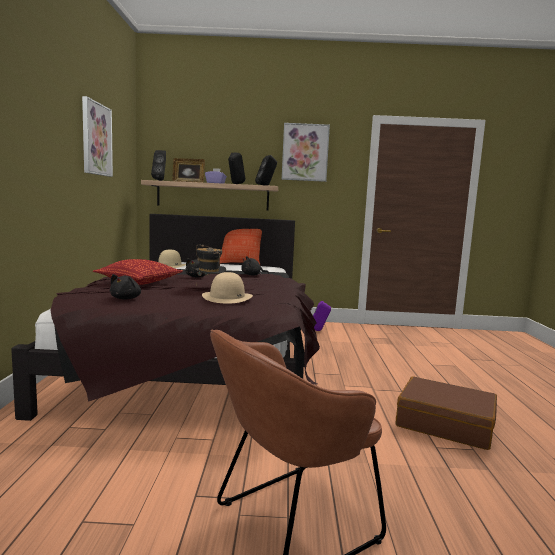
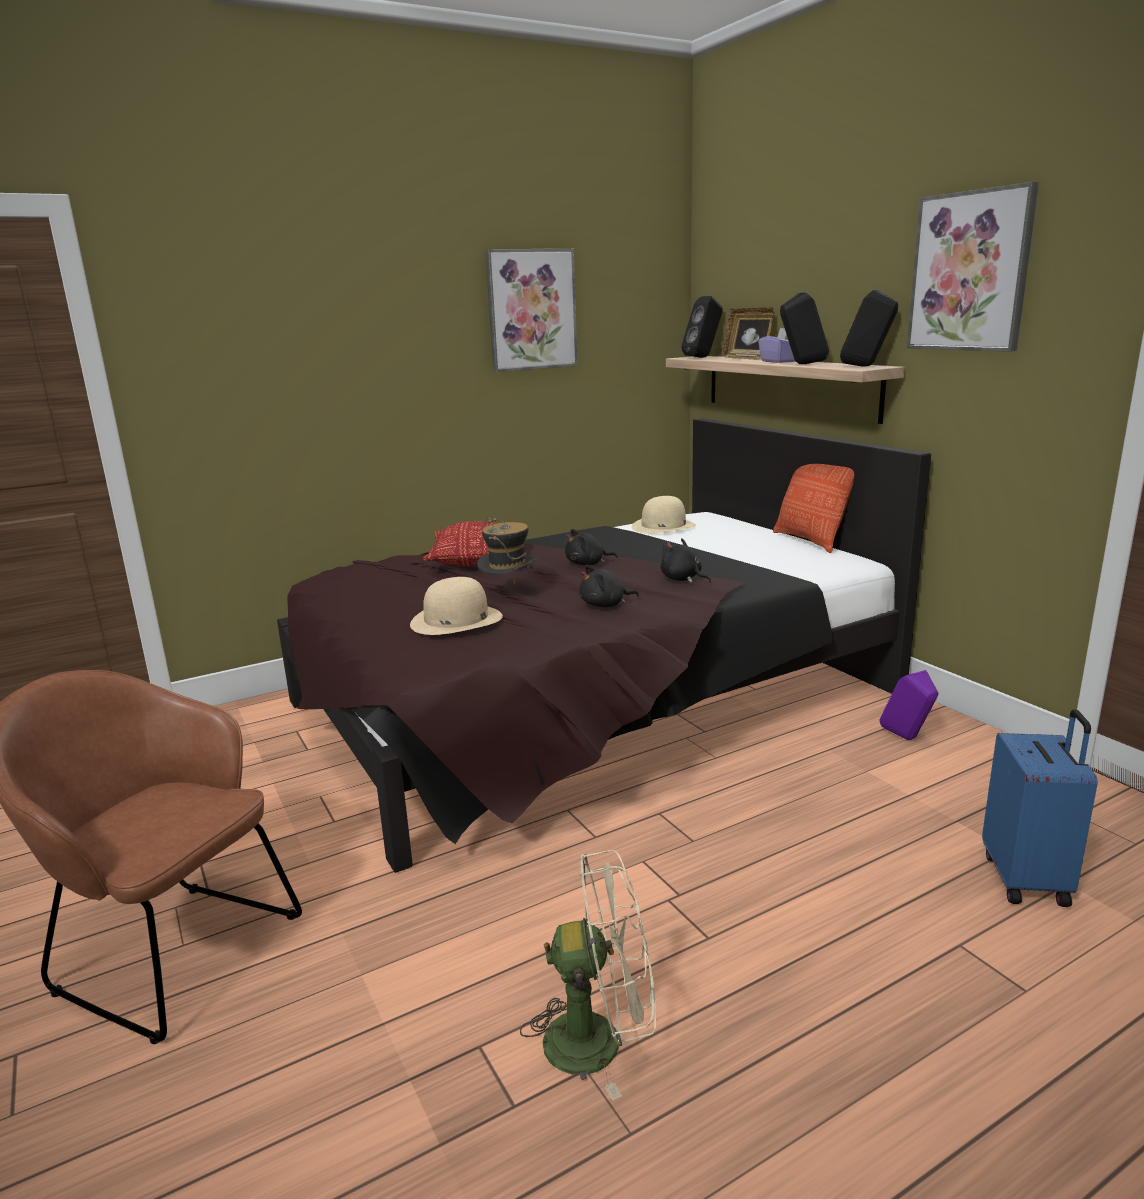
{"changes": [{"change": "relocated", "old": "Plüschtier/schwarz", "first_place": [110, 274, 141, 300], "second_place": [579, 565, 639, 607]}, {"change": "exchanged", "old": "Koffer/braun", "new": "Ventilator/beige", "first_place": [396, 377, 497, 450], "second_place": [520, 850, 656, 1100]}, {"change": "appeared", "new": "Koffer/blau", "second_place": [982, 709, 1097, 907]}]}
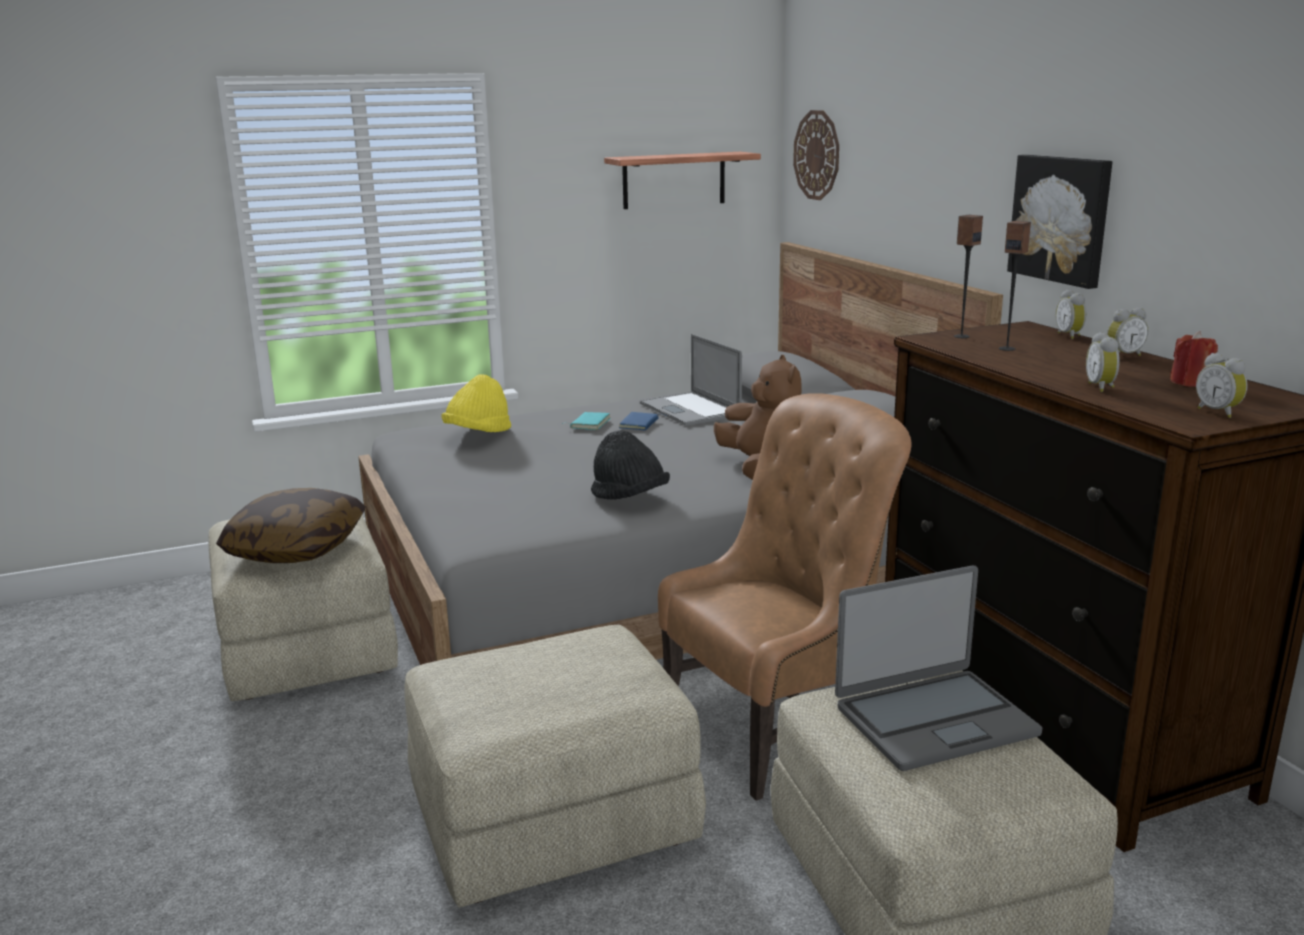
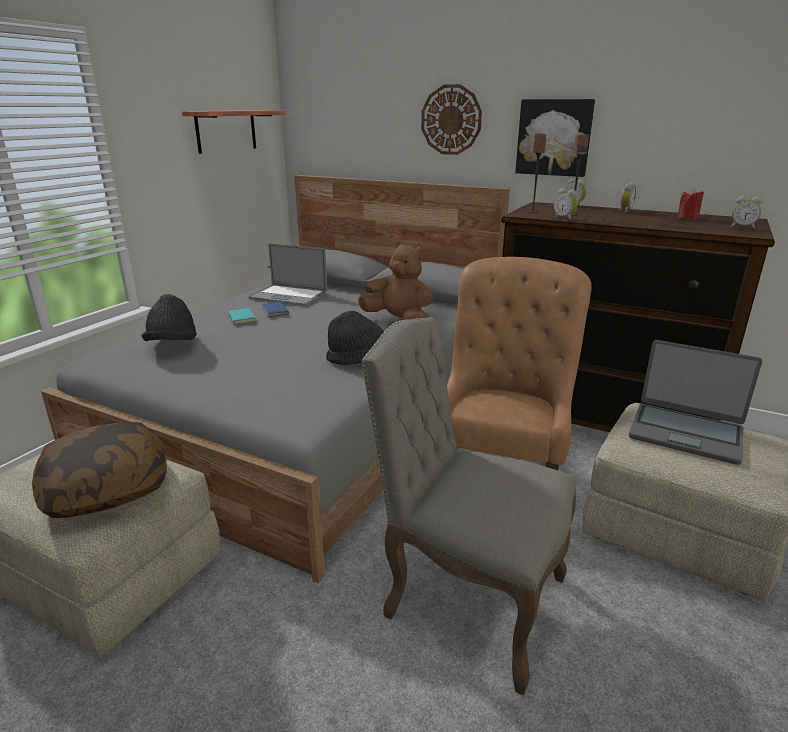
{"changes": [{"change": "exchanged", "old": "Polsterhocker/beige", "new": "Stuhl/grau", "first_place": [405, 625, 706, 908], "second_place": [362, 317, 577, 695]}, {"change": "colour", "old": "Hut/gelb", "new": "Hut/schwarz", "first_place": [441, 374, 511, 432], "second_place": [142, 294, 197, 341]}, {"change": "relocated", "old": "Wanduhr", "first_place": [793, 110, 839, 200], "second_place": [421, 84, 482, 155]}, {"change": "spun", "old": "Laptop", "first_place": [835, 566, 1043, 771], "second_place": [629, 340, 762, 465], "degrees": 90}, {"change": "relocated", "old": "Wecker", "first_place": [1086, 332, 1120, 392], "second_place": [554, 188, 578, 220]}]}
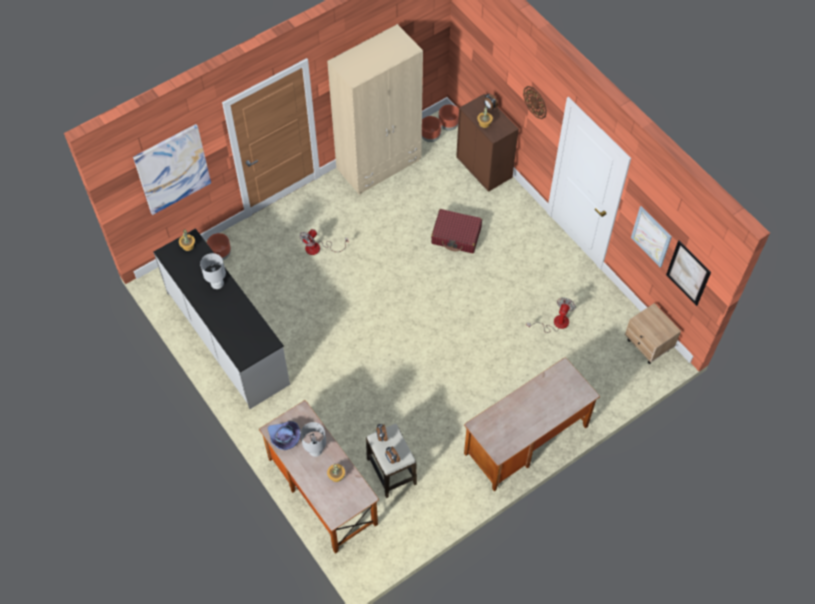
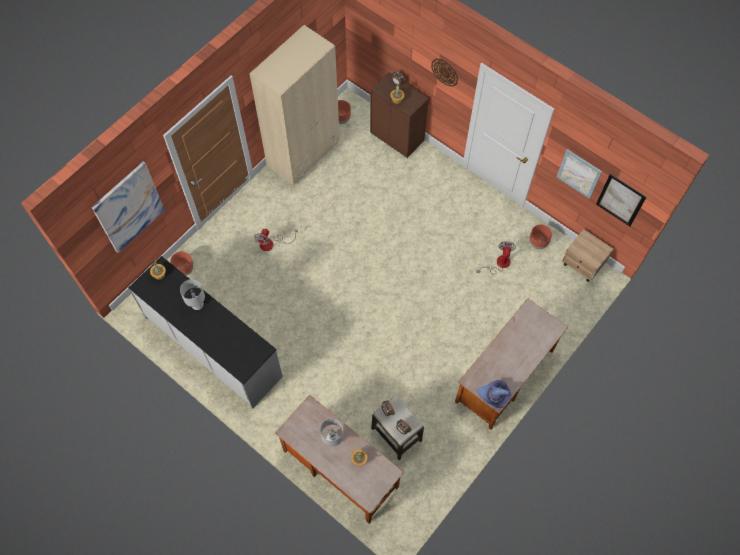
{"changes": [{"change": "relocated", "old": "Hut/lila", "first_place": [268, 421, 301, 450], "second_place": [477, 380, 511, 408]}, {"change": "missing", "old": "Koffer/rot", "first_place": [431, 209, 482, 253]}, {"change": "relocated", "old": "Pflanzkübel/braun", "first_place": [439, 105, 459, 131], "second_place": [529, 225, 552, 249]}]}
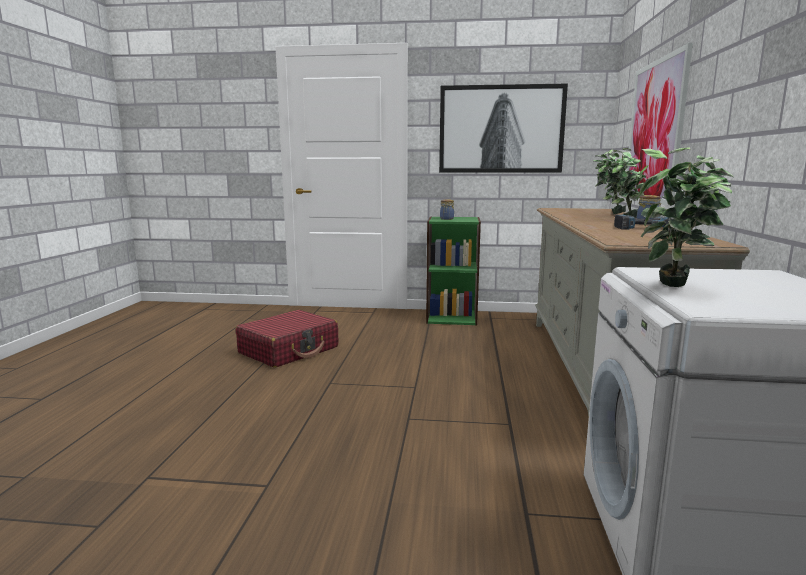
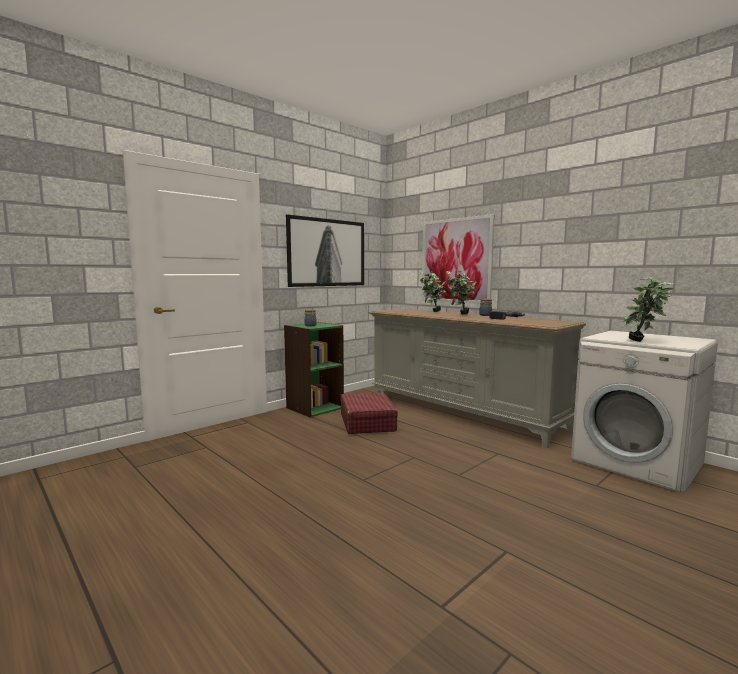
{"changes": [{"change": "relocated", "old": "Koffer/rot", "first_place": [235, 310, 338, 368], "second_place": [340, 392, 398, 434]}]}
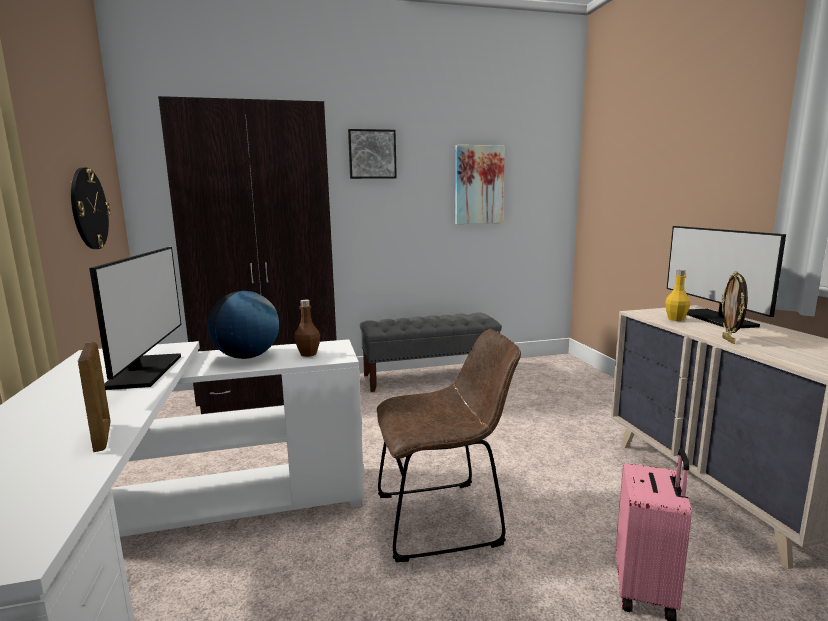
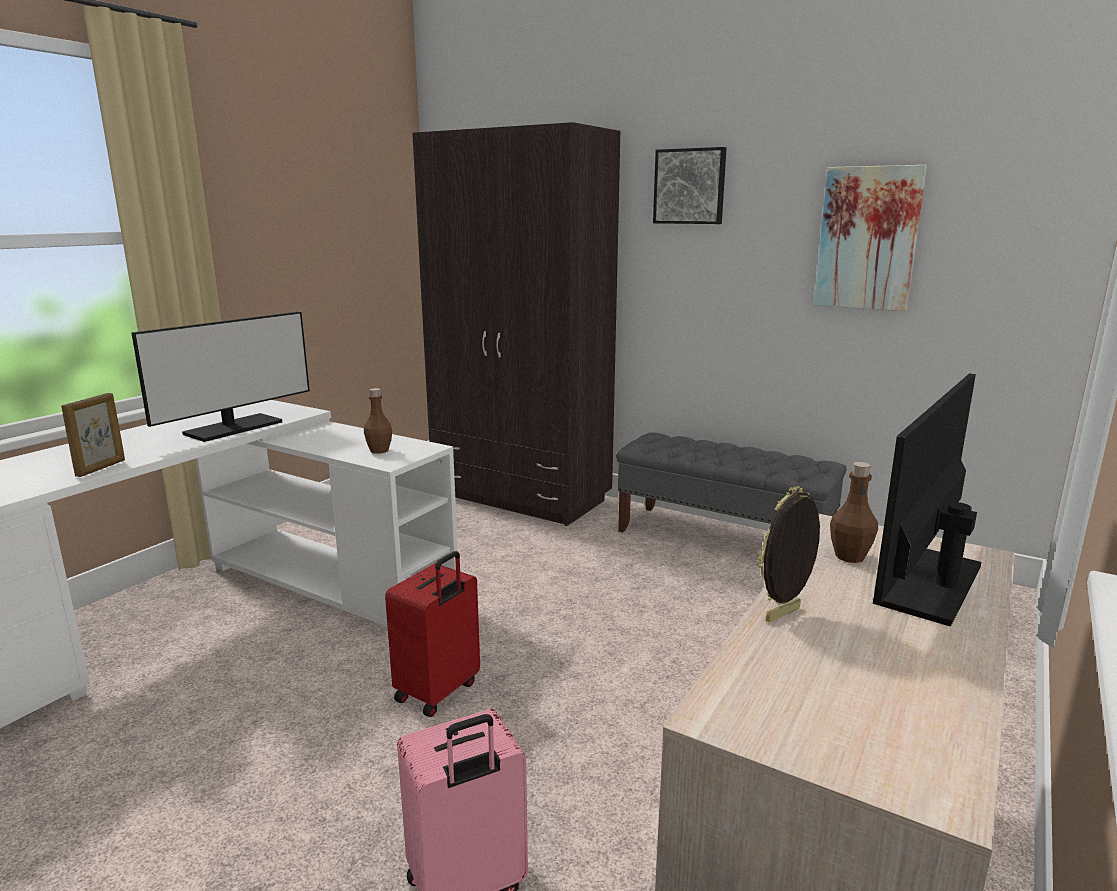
{"changes": [{"change": "missing", "old": "Wanduhr", "first_place": [71, 167, 111, 249]}, {"change": "missing", "old": "Globus", "first_place": [208, 291, 279, 359]}, {"change": "exchanged", "old": "Stuhl/braun", "new": "Koffer/rot", "first_place": [377, 329, 521, 562], "second_place": [385, 551, 480, 717]}, {"change": "colour", "old": "Flasche/gelb", "new": "Flasche/braun", "first_place": [665, 270, 690, 321], "second_place": [830, 462, 878, 563]}]}
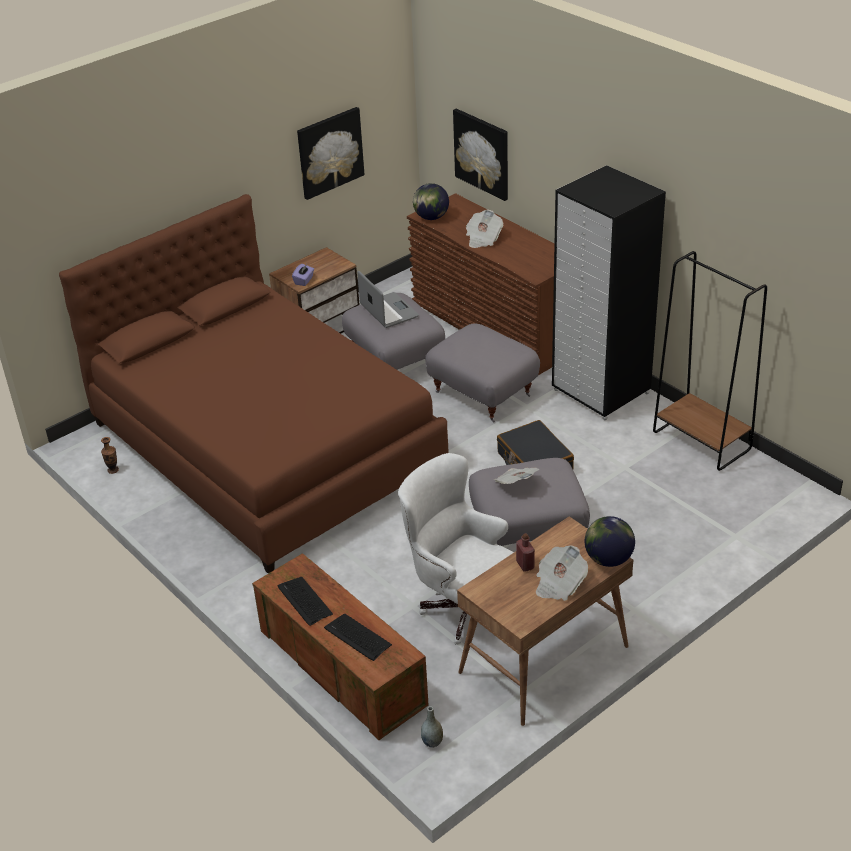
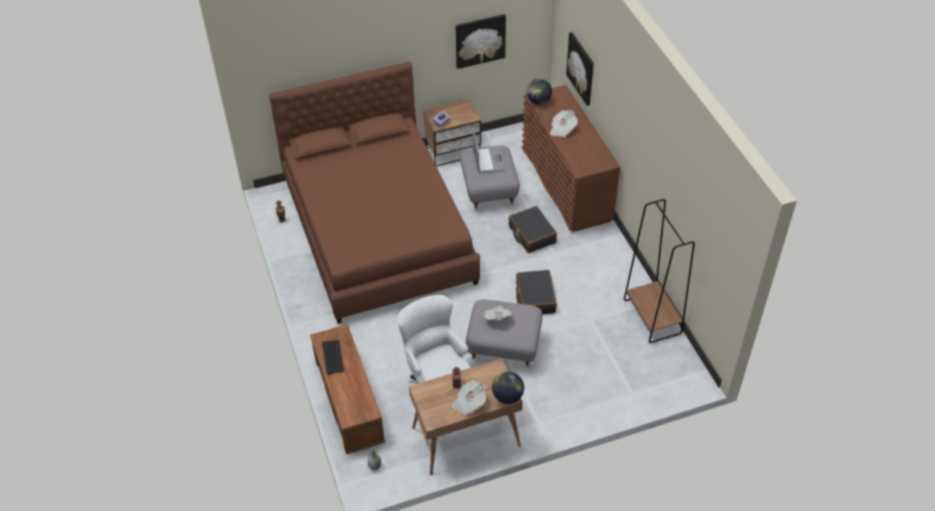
{"changes": [{"change": "missing", "old": "Tastatur", "first_place": [324, 613, 392, 661]}, {"change": "exchanged", "old": "Polsterhocker/grau", "new": "Koffer/schwarz", "first_place": [425, 324, 540, 422], "second_place": [508, 206, 557, 253]}, {"change": "missing", "old": "Kleiderschrank", "first_place": [552, 165, 666, 420]}]}
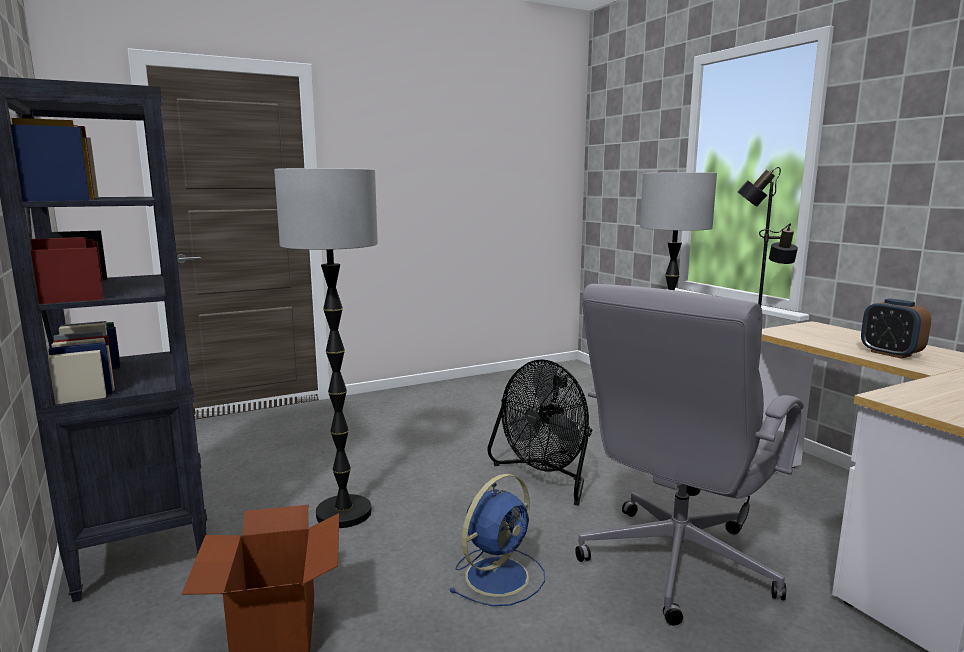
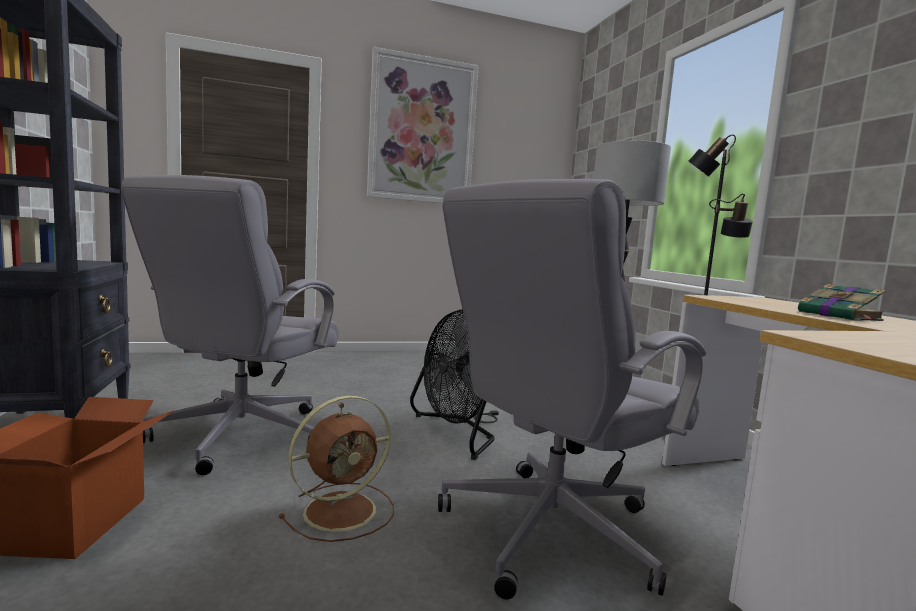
{"changes": [{"change": "exchanged", "old": "Stehlampe", "new": "Bürostuhl/grau", "first_place": [274, 168, 378, 528], "second_place": [121, 175, 339, 475]}, {"change": "colour", "old": "Ventilator/blau", "new": "Ventilator/braun", "first_place": [449, 474, 545, 606], "second_place": [279, 396, 394, 542]}, {"change": "exchanged", "old": "Wecker", "new": "Buch", "first_place": [861, 298, 931, 359], "second_place": [798, 284, 886, 321]}, {"change": "appeared", "new": "Bild", "second_place": [367, 47, 479, 203]}]}
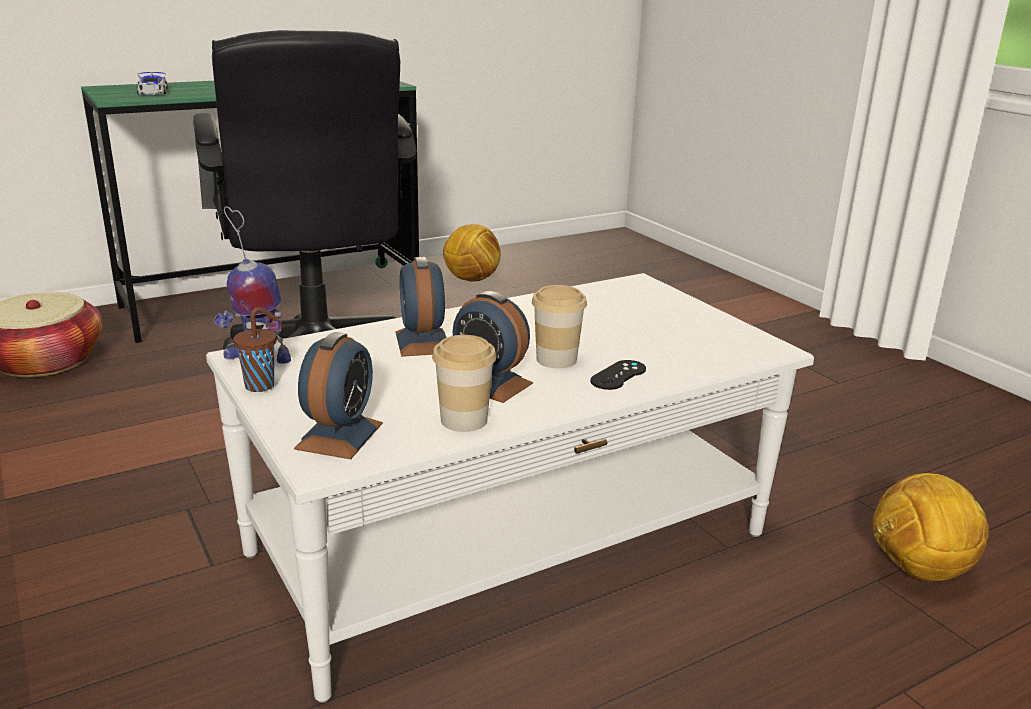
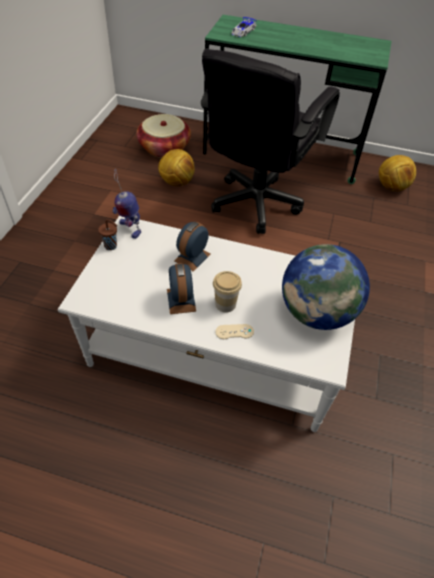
{"changes": [{"change": "missing", "old": "Wecker", "first_place": [294, 332, 383, 459]}, {"change": "missing", "old": "Tasse", "first_place": [432, 335, 496, 432]}, {"change": "colour", "old": "Gamepad/schwarz", "new": "Gamepad/beige", "first_place": [590, 360, 646, 390], "second_place": [215, 324, 254, 339]}, {"change": "relocated", "old": "Fußball", "first_place": [873, 473, 989, 581], "second_place": [158, 149, 195, 186]}, {"change": "appeared", "new": "Globus", "second_place": [282, 244, 370, 330]}]}
